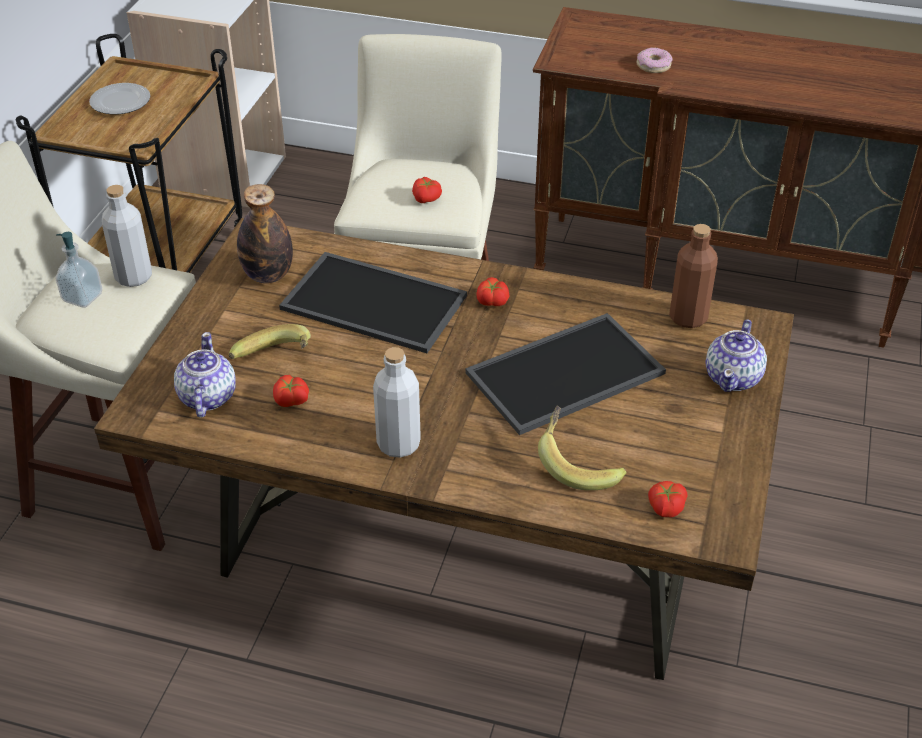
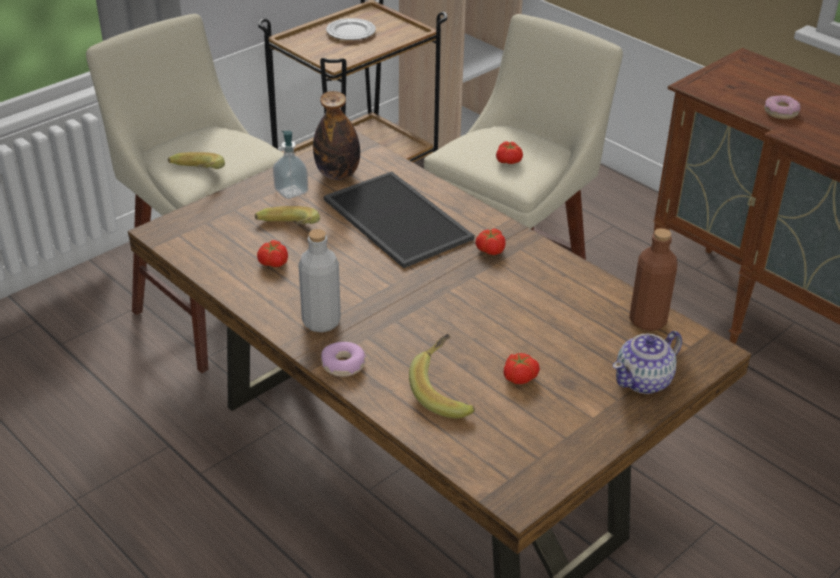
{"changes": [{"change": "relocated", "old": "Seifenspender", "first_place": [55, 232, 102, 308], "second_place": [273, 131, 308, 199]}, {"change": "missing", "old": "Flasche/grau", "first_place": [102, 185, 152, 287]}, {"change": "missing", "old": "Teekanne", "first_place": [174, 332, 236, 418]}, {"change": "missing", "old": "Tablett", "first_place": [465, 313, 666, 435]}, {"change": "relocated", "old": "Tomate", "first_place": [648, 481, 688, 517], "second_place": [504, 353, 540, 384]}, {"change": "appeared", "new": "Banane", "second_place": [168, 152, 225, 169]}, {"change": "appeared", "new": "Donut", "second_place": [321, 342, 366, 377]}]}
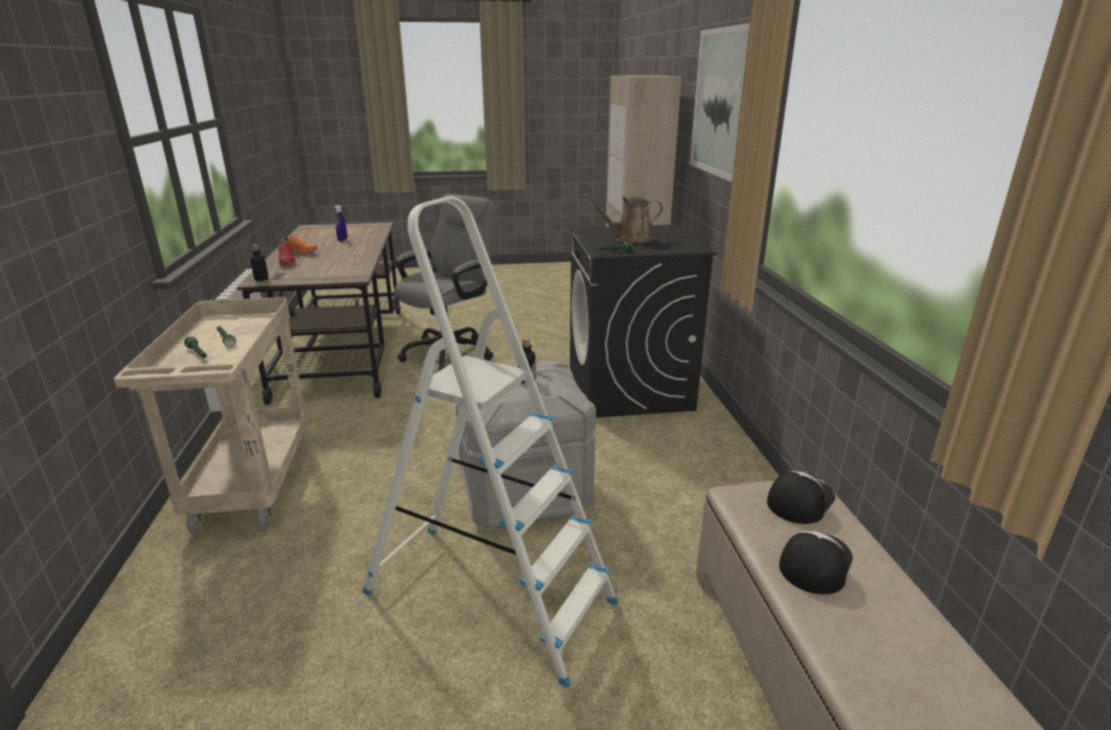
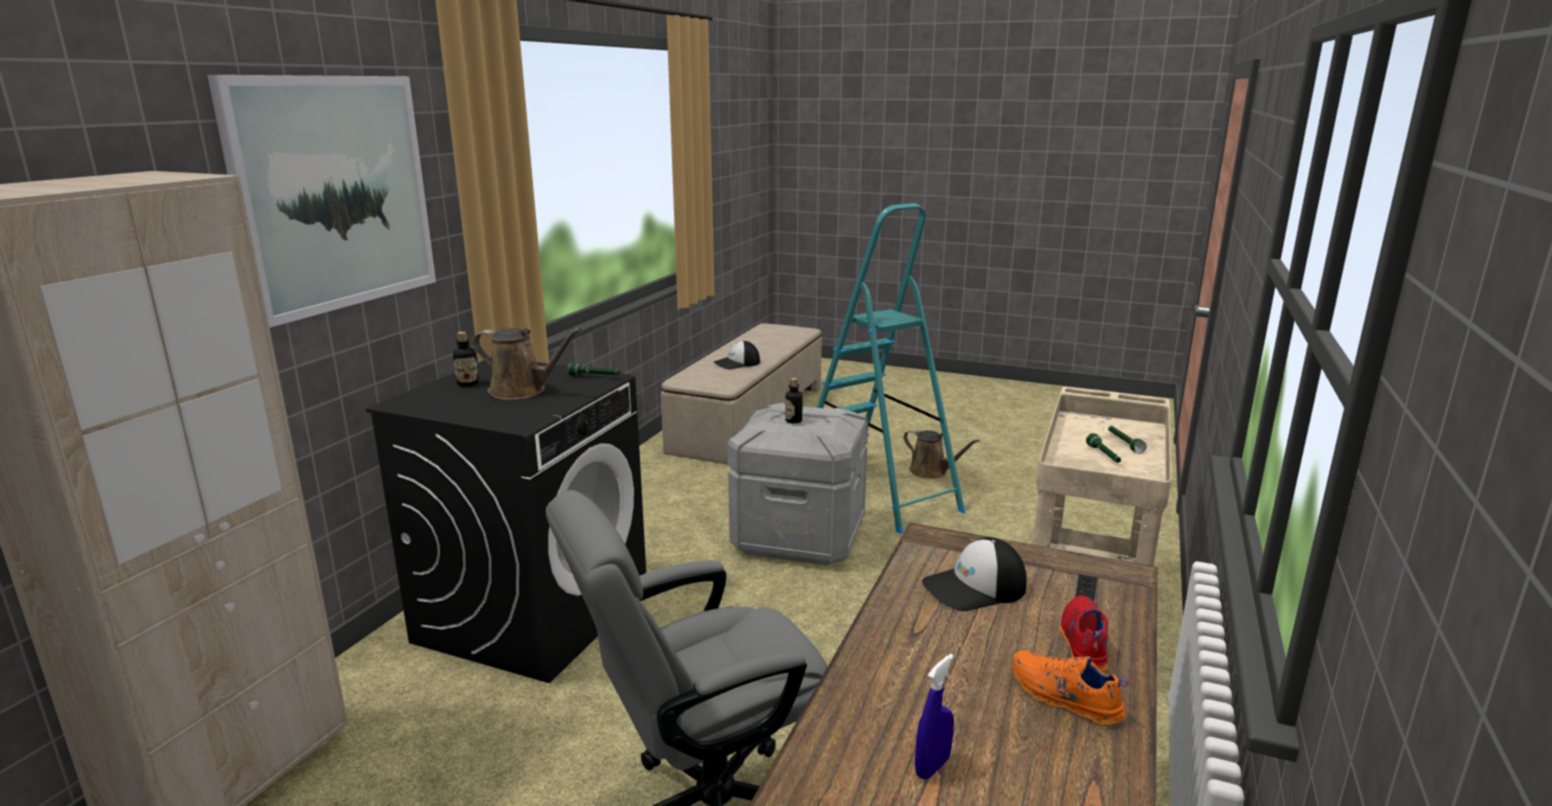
{"changes": [{"change": "relocated", "old": "Flasche", "first_place": [250, 244, 269, 281], "second_place": [453, 332, 479, 387]}, {"change": "colour", "old": "Trittleiter/weiß", "new": "Trittleiter/türkis", "first_place": [362, 196, 618, 687], "second_place": [817, 203, 966, 534]}, {"change": "relocated", "old": "Kappe", "first_place": [767, 471, 835, 524], "second_place": [922, 537, 1027, 611]}, {"change": "appeared", "new": "Gießkanne/braun", "second_place": [904, 429, 980, 479]}]}
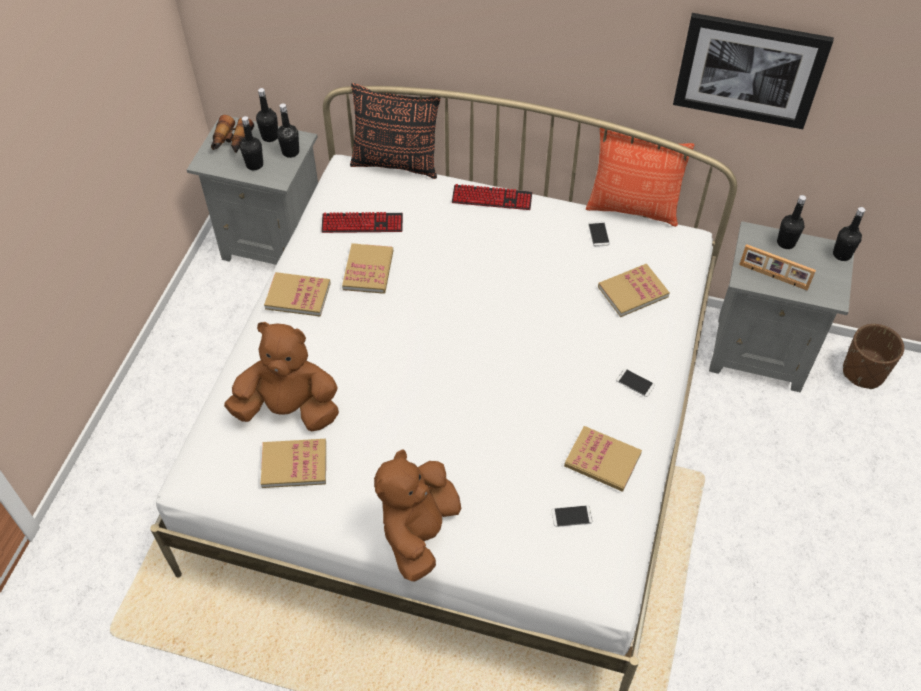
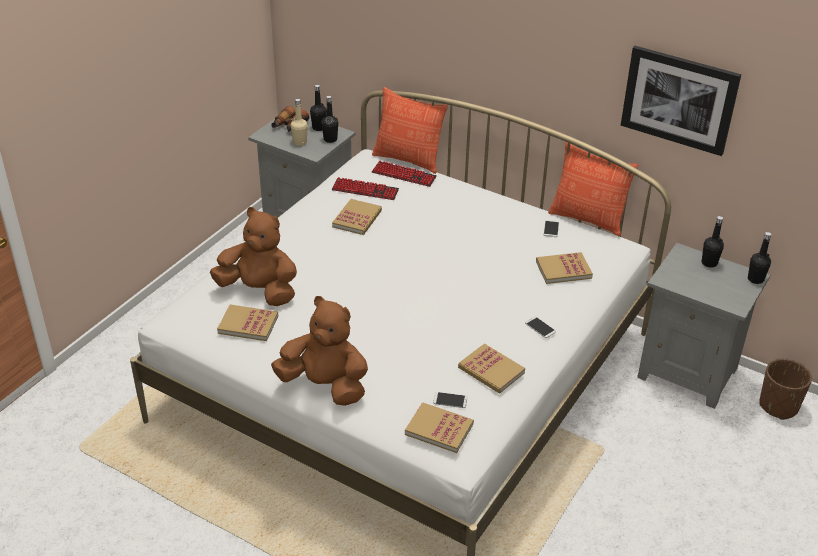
{"changes": [{"change": "colour", "old": "Flasche/schwarz", "new": "Flasche/beige", "first_place": [240, 116, 263, 170], "second_place": [291, 99, 308, 146]}, {"change": "relocated", "old": "Buch", "first_place": [264, 272, 331, 317], "second_place": [405, 402, 474, 453]}, {"change": "colour", "old": "Kissen/schwarz", "new": "Kissen/orange", "first_place": [350, 83, 441, 179], "second_place": [372, 87, 448, 174]}, {"change": "spun", "old": "Plüschtier/braun", "first_place": [374, 449, 461, 582], "second_place": [271, 296, 368, 406], "degrees": 75}, {"change": "relocated", "old": "Tastatur", "first_place": [452, 184, 532, 210], "second_place": [372, 160, 437, 187]}, {"change": "missing", "old": "Bilderrahmen", "first_place": [739, 244, 816, 291]}]}
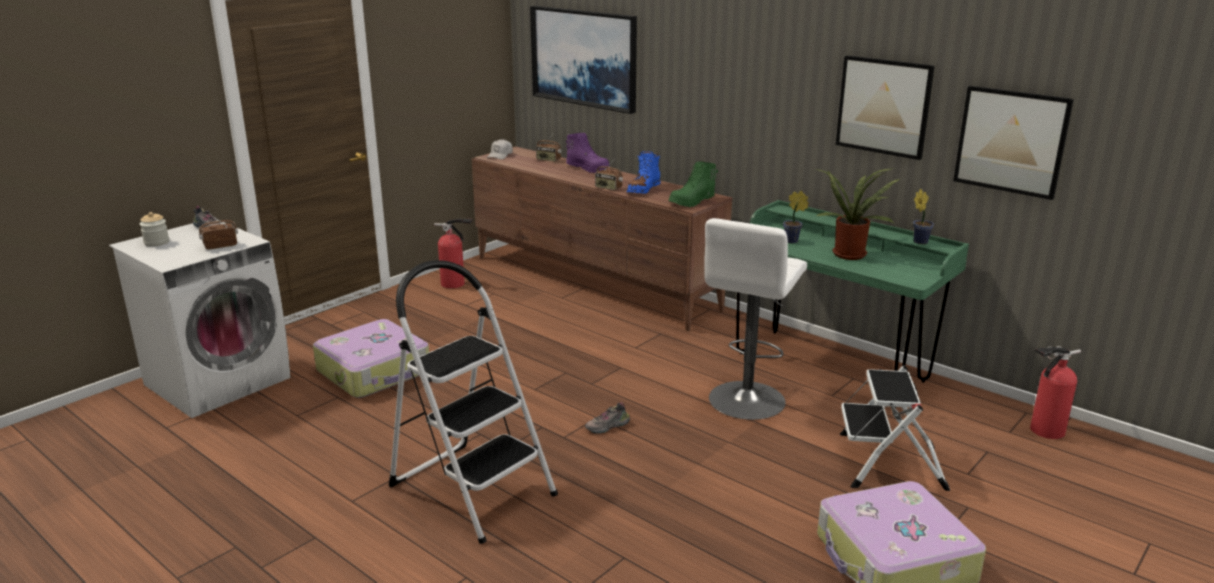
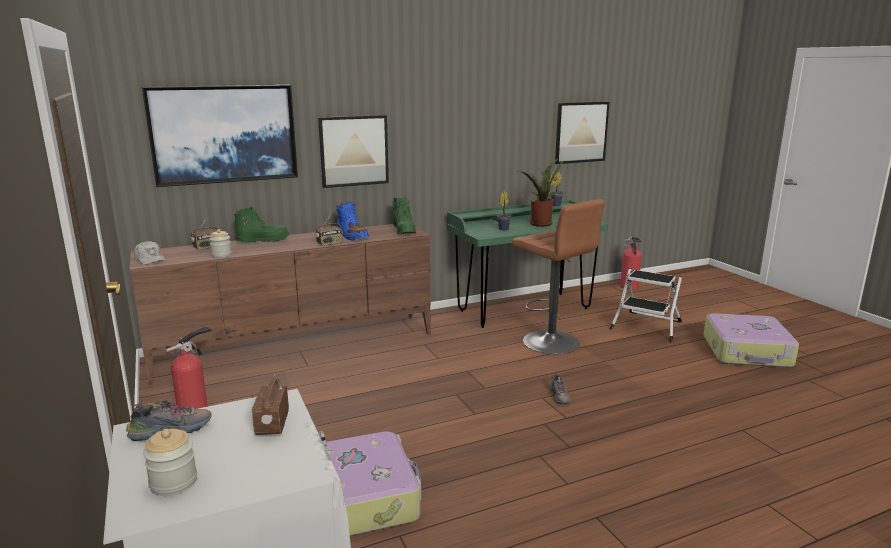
{"changes": [{"change": "missing", "old": "Trittleiter", "first_place": [389, 260, 558, 544]}, {"change": "colour", "old": "Stiefel/lila", "new": "Stiefel/grün", "first_place": [566, 132, 610, 173], "second_place": [234, 207, 289, 243]}, {"change": "colour", "old": "Hocker/weiß", "new": "Hocker/braun", "first_place": [704, 218, 807, 420], "second_place": [512, 199, 605, 354]}, {"change": "relocated", "old": "Bild", "first_place": [836, 55, 935, 160], "second_place": [318, 115, 389, 188]}, {"change": "appeared", "new": "Vorratsglas", "second_place": [209, 229, 232, 258]}]}
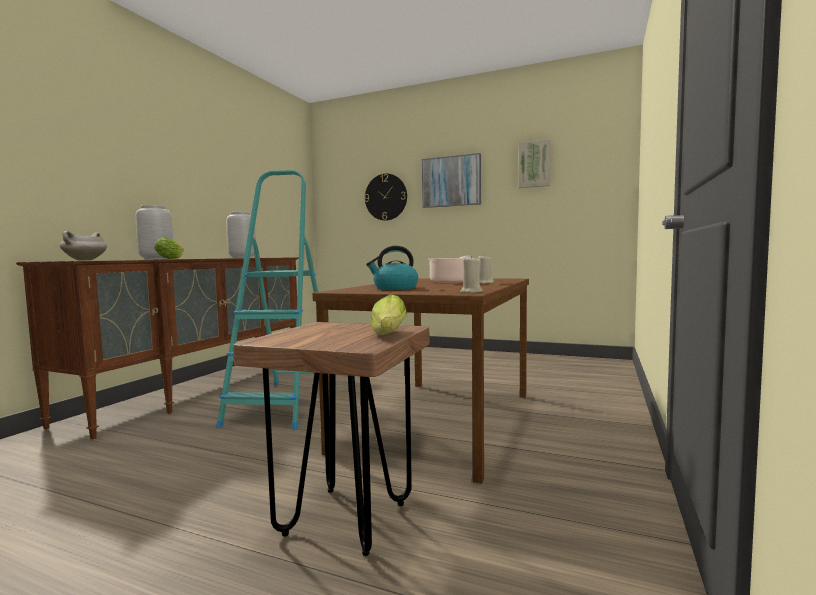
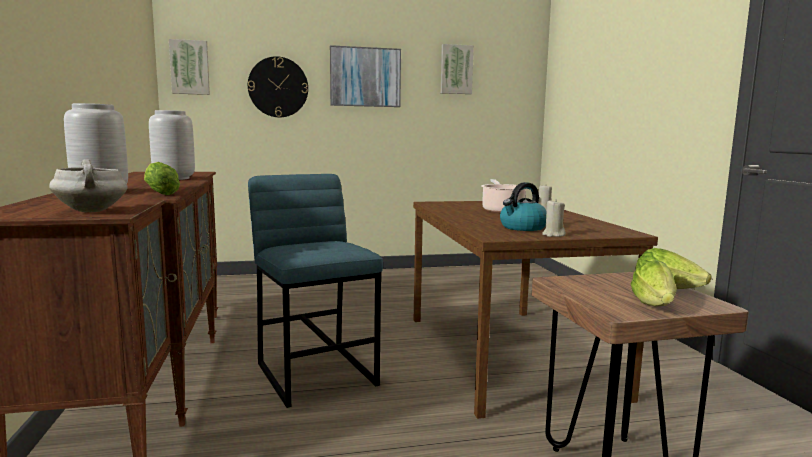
{"changes": [{"change": "exchanged", "old": "Trittleiter/türkis", "new": "Hocker/blau", "first_place": [216, 170, 337, 430], "second_place": [248, 174, 383, 408]}, {"change": "relocated", "old": "Kerze/beige", "first_place": [460, 255, 483, 293], "second_place": [542, 200, 566, 237]}, {"change": "appeared", "new": "Bild", "second_place": [169, 39, 210, 95]}, {"change": "appeared", "new": "Salatkopf", "second_place": [631, 260, 677, 306]}]}
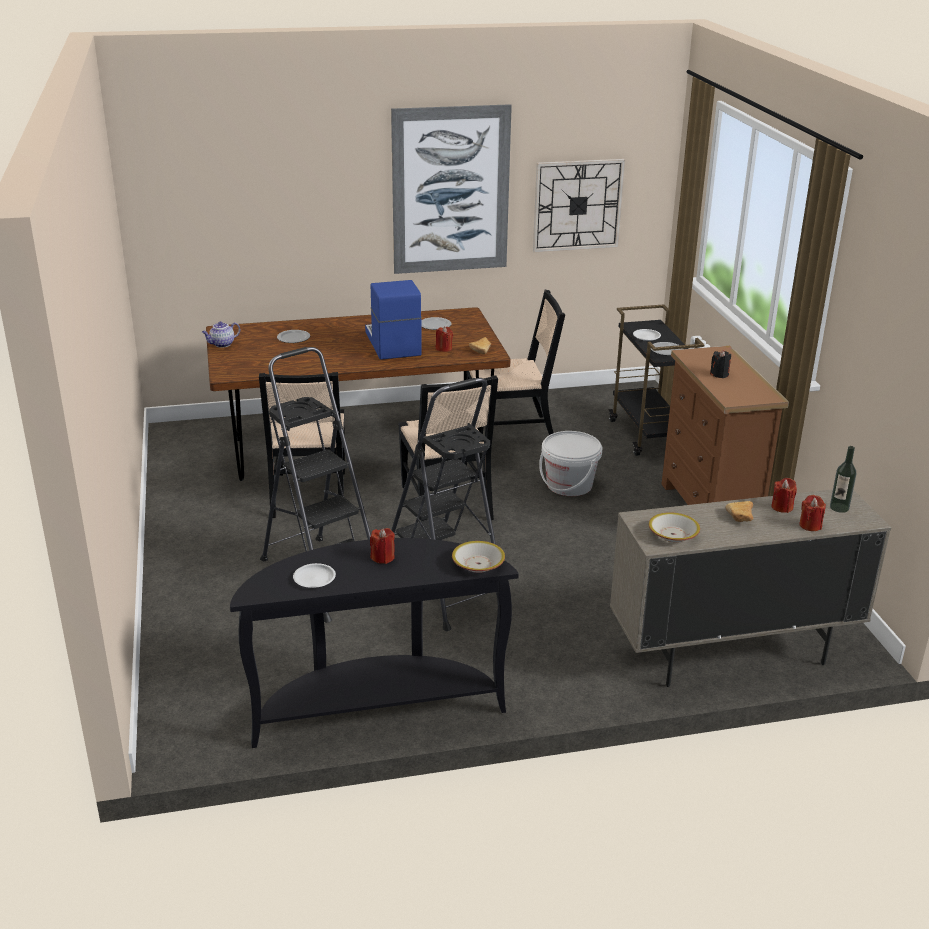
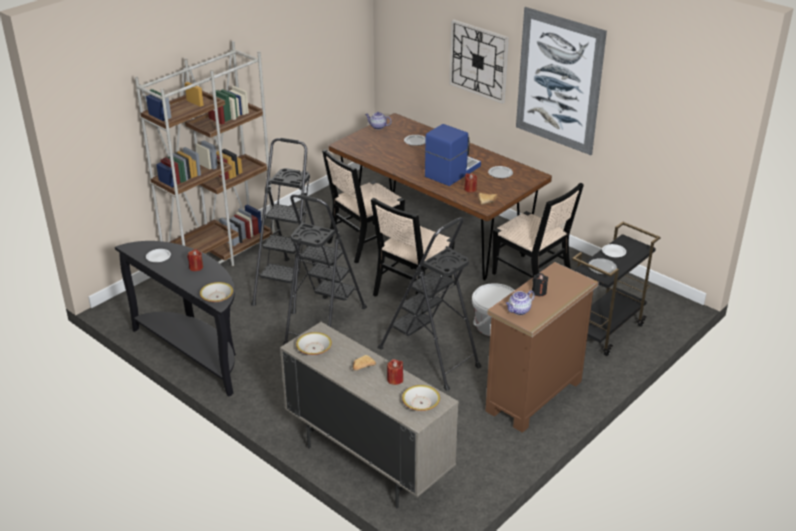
{"changes": [{"change": "relocated", "old": "Wanduhr", "first_place": [533, 159, 625, 252], "second_place": [449, 19, 509, 104]}, {"change": "missing", "old": "Kerze/rot", "first_place": [799, 495, 826, 531]}, {"change": "exchanged", "old": "Flasche", "new": "Schüssel", "first_place": [830, 446, 856, 513], "second_place": [402, 385, 440, 411]}, {"change": "appeared", "new": "Bücherregal/braun", "second_place": [135, 41, 275, 266]}, {"change": "appeared", "new": "Trittleiter", "second_place": [377, 217, 482, 391]}, {"change": "appeared", "new": "Teekanne", "second_place": [506, 290, 535, 315]}]}
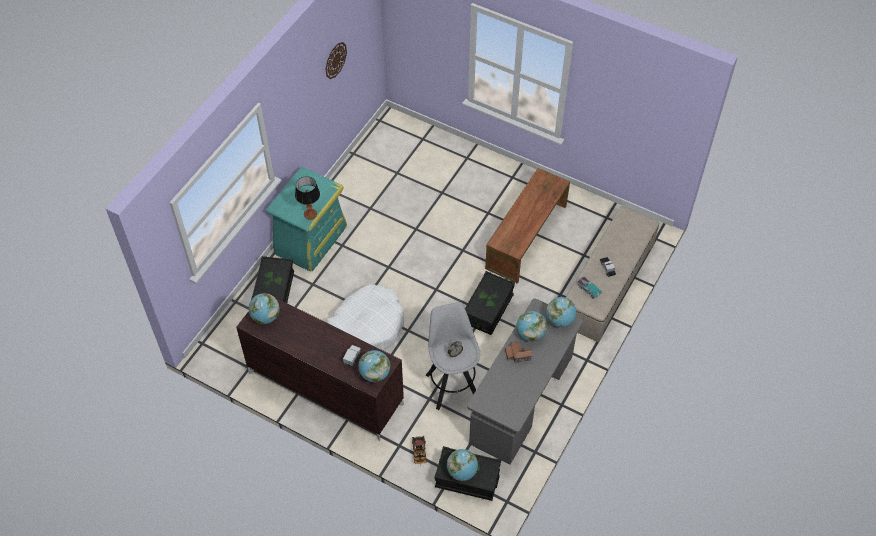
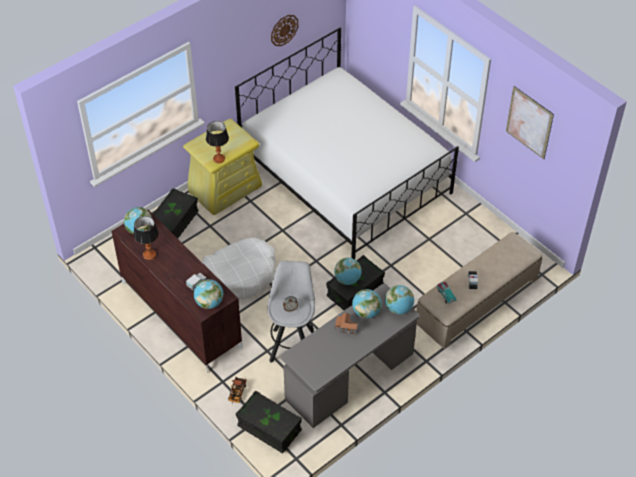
{"changes": [{"change": "colour", "old": "Nachttisch/türkis", "new": "Nachttisch/gelb", "first_place": [266, 167, 347, 271], "second_place": [183, 119, 262, 215]}, {"change": "relocated", "old": "Globus", "first_place": [447, 449, 478, 481], "second_place": [334, 258, 362, 285]}, {"change": "missing", "old": "Bank/braun", "first_place": [485, 168, 570, 284]}, {"change": "appeared", "new": "Tischlampe", "second_place": [134, 216, 159, 260]}, {"change": "appeared", "new": "Bett/weiß", "second_place": [235, 28, 459, 259]}, {"change": "appeared", "new": "Bild", "second_place": [506, 86, 554, 159]}]}
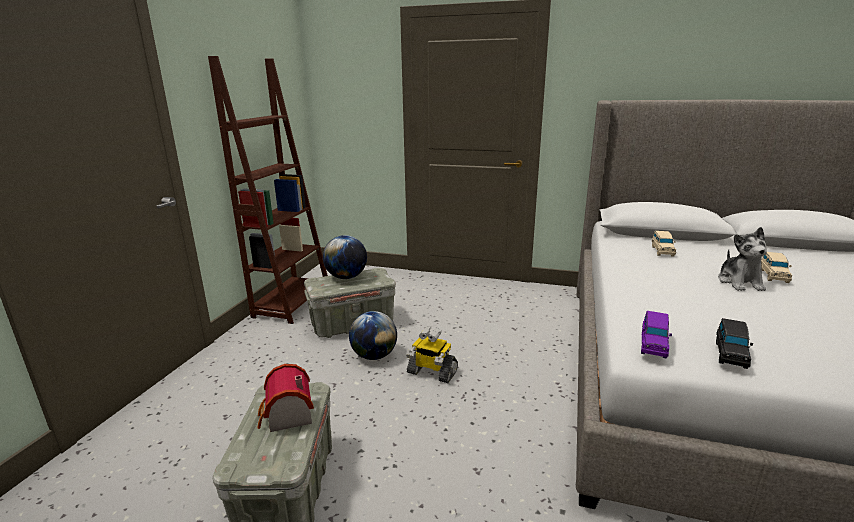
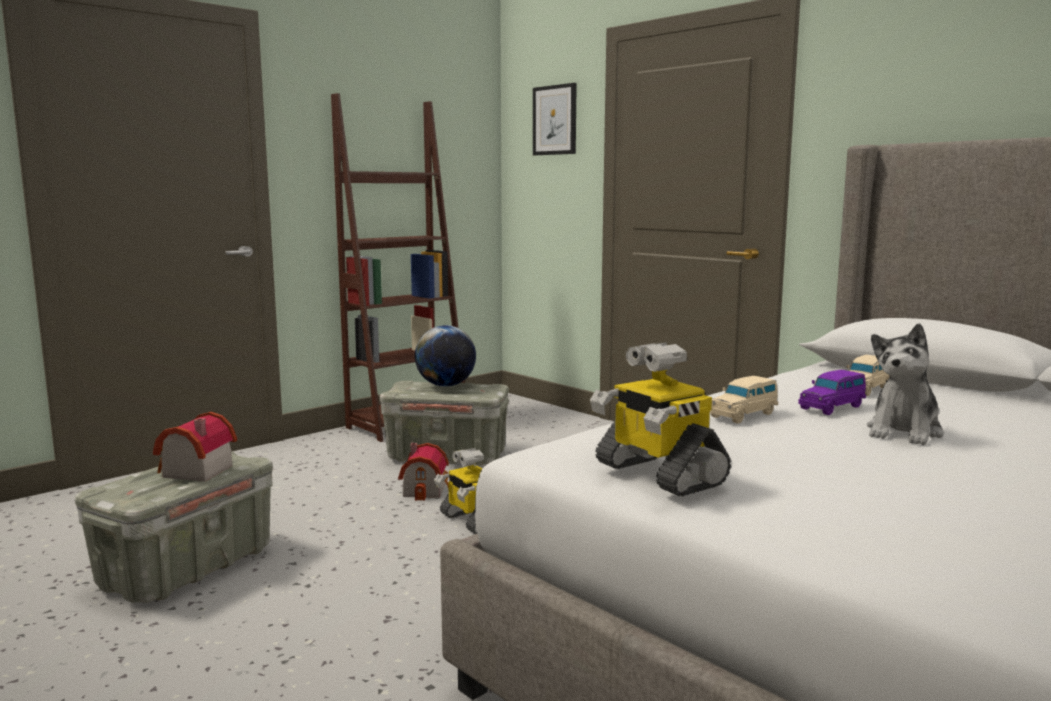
{"changes": [{"change": "exchanged", "old": "Globus", "new": "Spielzeughaus", "first_place": [349, 311, 397, 360], "second_place": [398, 443, 449, 501]}, {"change": "relocated", "old": "Spielzeugauto/lila", "first_place": [641, 311, 672, 359], "second_place": [798, 370, 866, 415]}, {"change": "exchanged", "old": "Spielzeugauto/schwarz", "new": "Spielzeugroboter", "first_place": [716, 318, 753, 369], "second_place": [590, 342, 731, 497]}, {"change": "relocated", "old": "Spielzeugauto/beige", "first_place": [761, 252, 792, 283], "second_place": [710, 376, 778, 424]}, {"change": "appeared", "new": "Bild", "second_place": [533, 83, 577, 155]}]}
